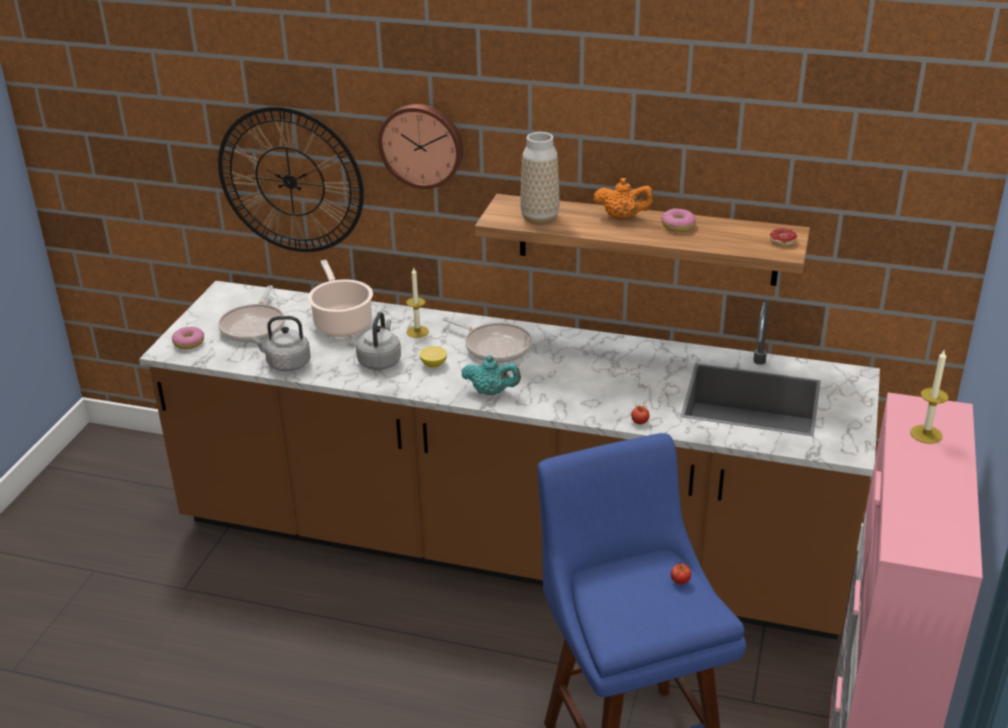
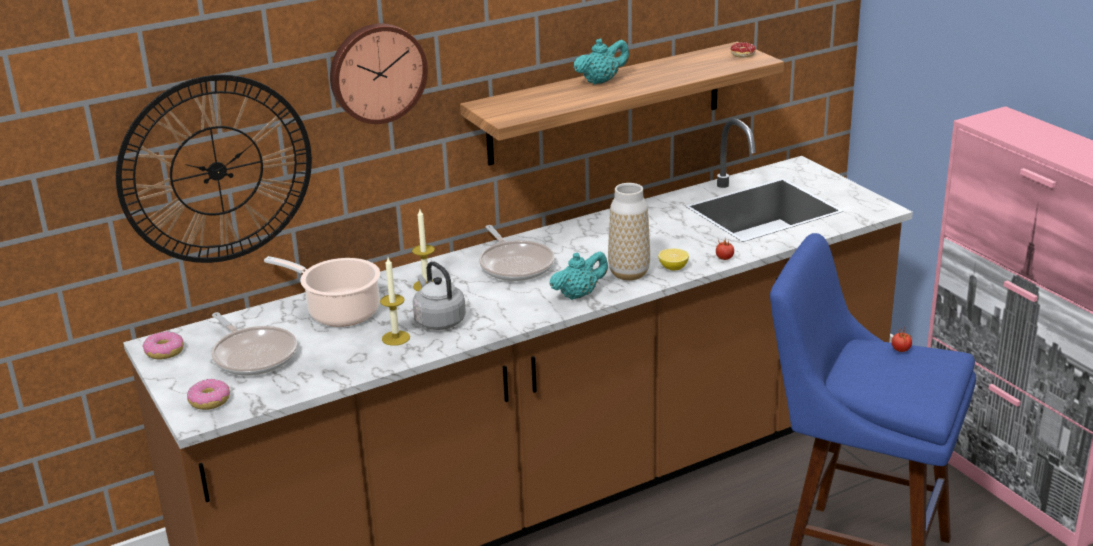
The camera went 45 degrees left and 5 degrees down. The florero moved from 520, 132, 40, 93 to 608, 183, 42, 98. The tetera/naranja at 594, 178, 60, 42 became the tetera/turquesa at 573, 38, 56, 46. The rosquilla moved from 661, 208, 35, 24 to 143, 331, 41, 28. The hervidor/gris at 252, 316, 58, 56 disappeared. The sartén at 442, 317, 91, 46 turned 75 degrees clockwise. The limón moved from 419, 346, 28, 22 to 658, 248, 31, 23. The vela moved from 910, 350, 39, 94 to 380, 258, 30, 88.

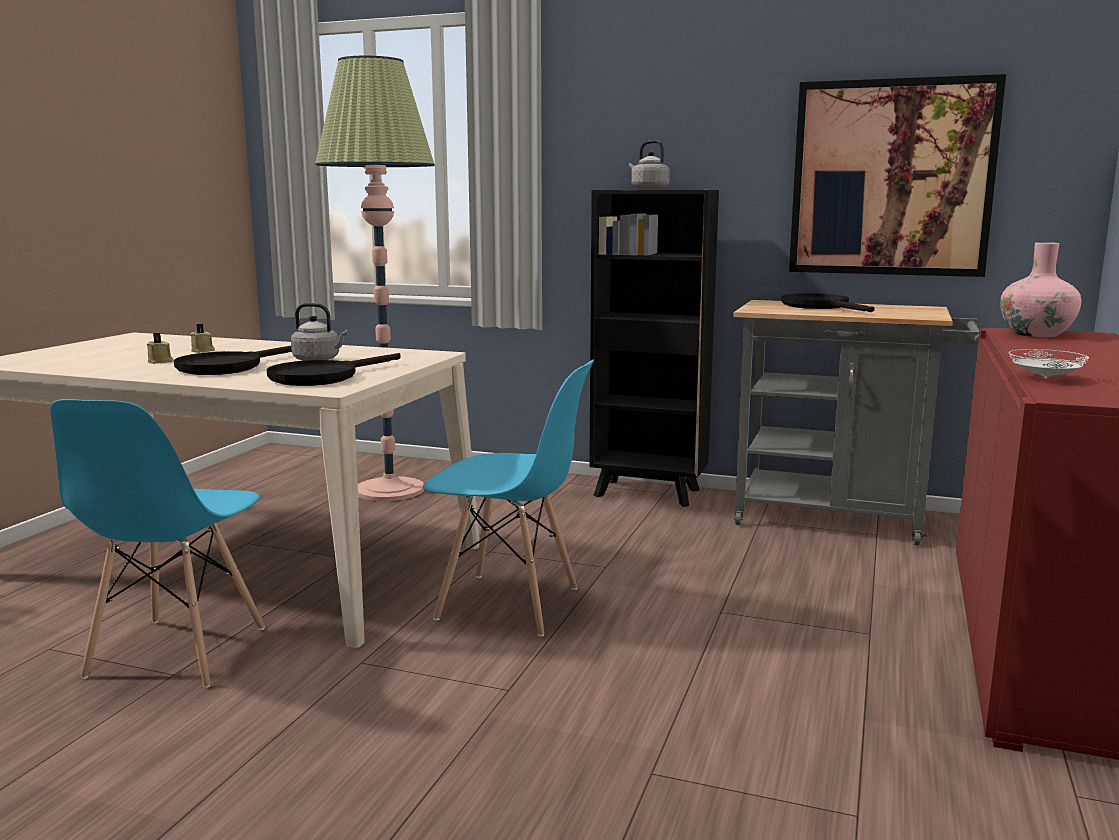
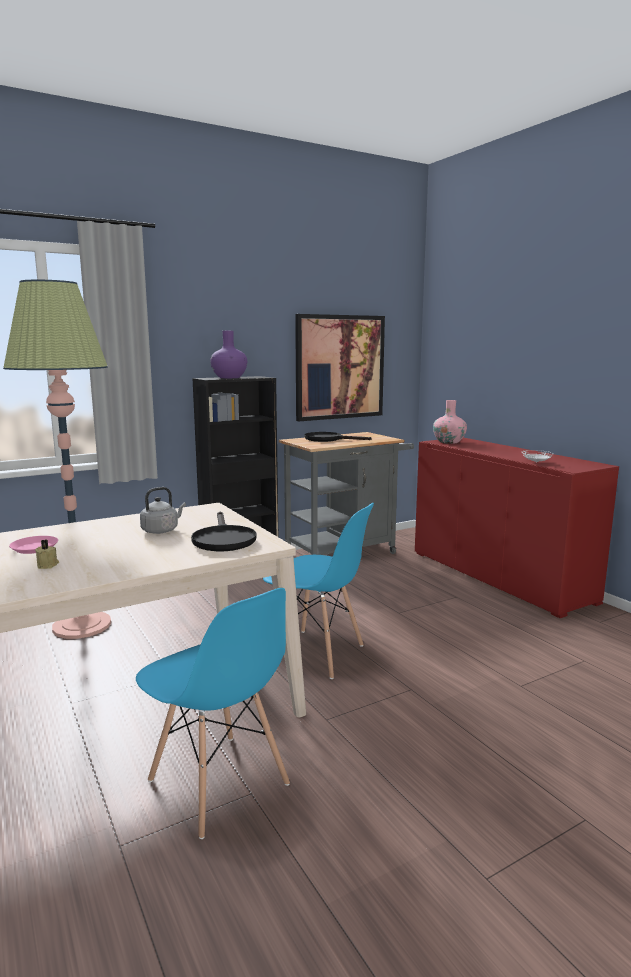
The camera went 50 degrees left and 0 degrees up. The hervidor/gris at 629, 140, 41, 50 was replaced by the florero/morado at 210, 331, 37, 47. The vela/beis at 190, 324, 25, 29 was replaced by the plato/rosa at 9, 536, 49, 18. The sartén/negro at 174, 346, 118, 29 disappeared. The silla/azul at 423, 360, 171, 277 turned 60 degrees clockwise.

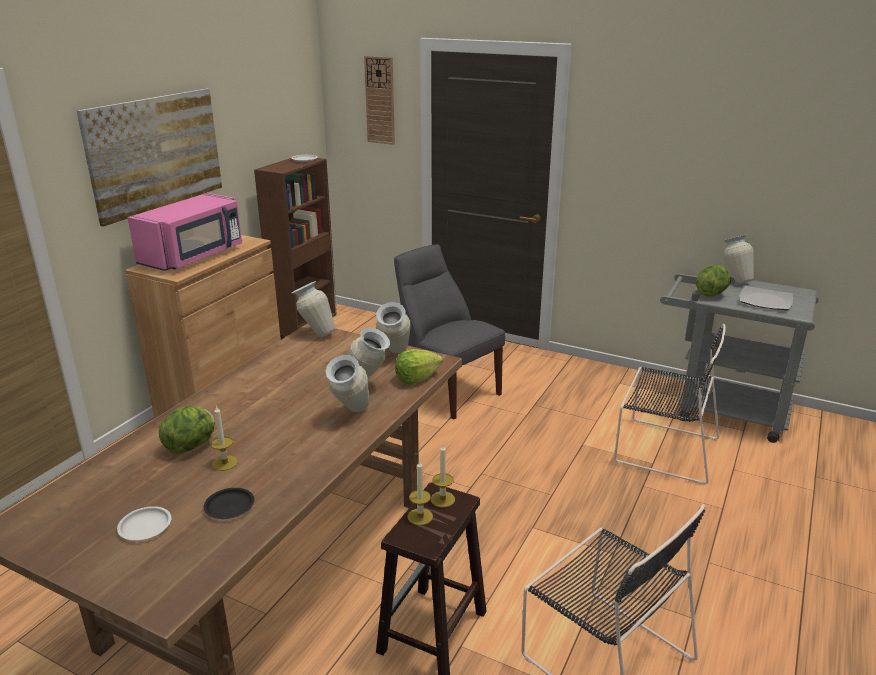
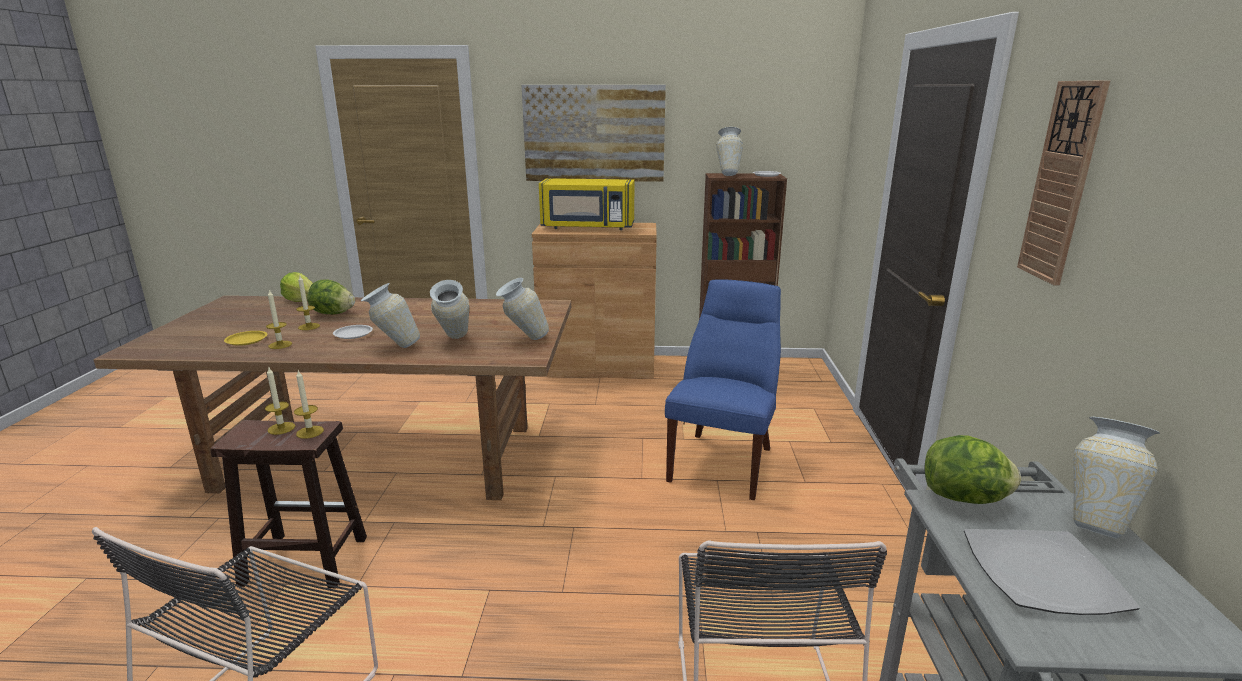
The camera went 65 degrees right and 5 degrees down. The reloj de pared moved from 364, 56, 31, 89 to 1017, 80, 93, 205. The microondas/rosa at 127, 193, 115, 78 became the microondas/amarillo at 539, 178, 95, 52. The silla/gris at 394, 244, 111, 175 became the silla/azul at 665, 279, 116, 221. The florero moved from 292, 281, 43, 56 to 716, 127, 27, 49. The lechuga moved from 395, 349, 48, 35 to 280, 272, 33, 30. The plato/negro at 204, 488, 50, 31 became the plato/amarillo at 224, 331, 43, 15. The plato/blanco moved from 117, 506, 54, 34 to 333, 325, 40, 14. The vela at 266, 289, 26, 60 appeared.

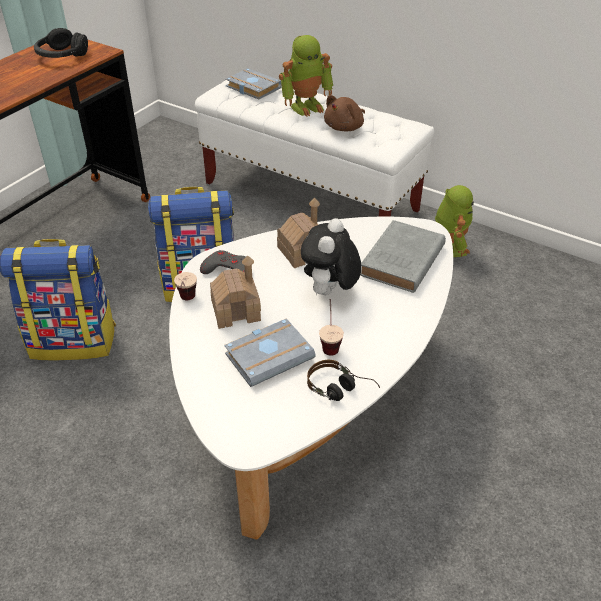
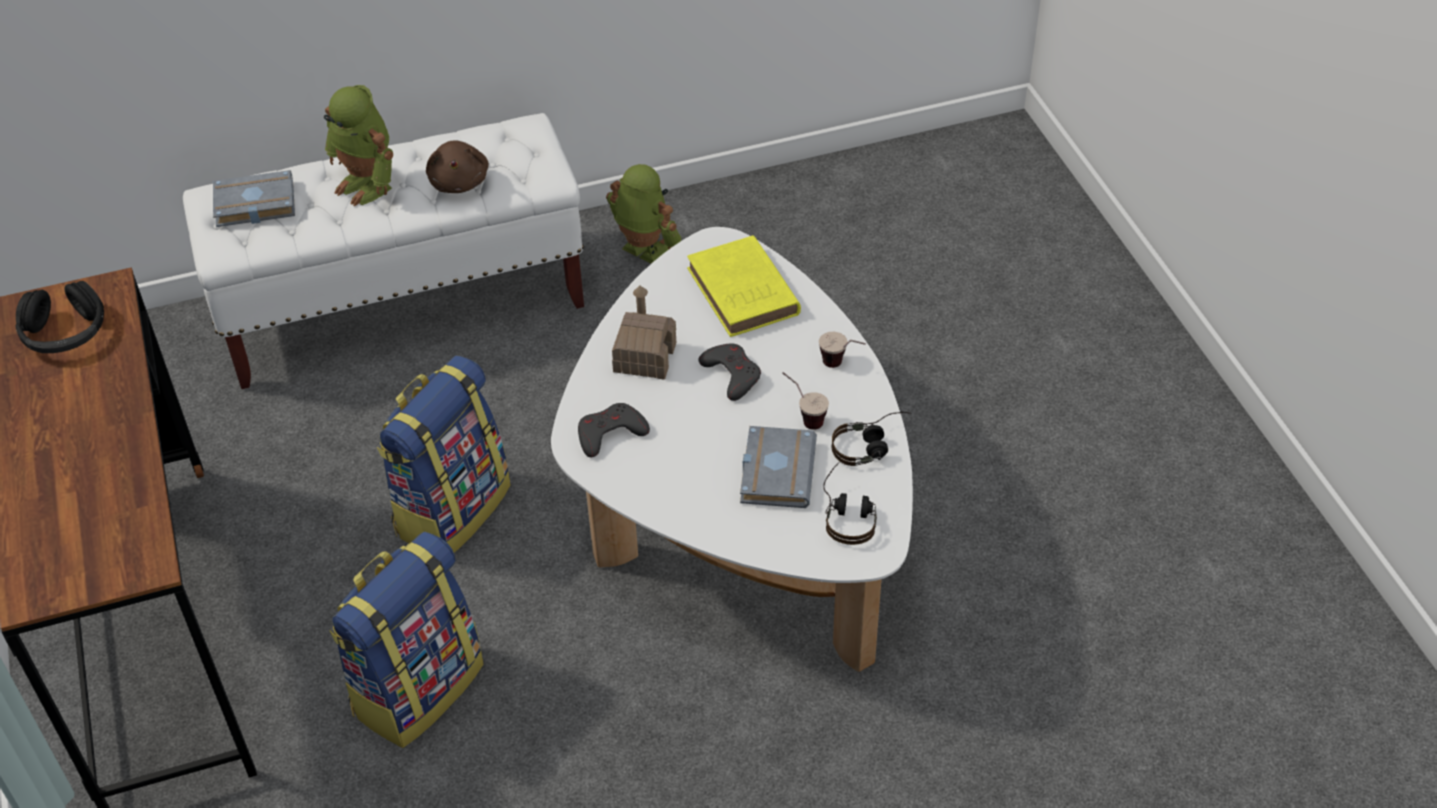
The camera went 50 degrees left and 5 degrees up. The robot de juguete at 279, 35, 54, 82 turned 120 degrees clockwise. The peluche at 301, 218, 60, 78 was replaced by the mando de consola/gris at 698, 343, 63, 58. The libro/gris at 360, 220, 86, 73 became the libro/amarillo at 687, 235, 114, 102. The casita at 210, 255, 51, 74 disappeared. The taza moved from 174, 272, 23, 28 to 819, 332, 47, 36. The auriculares at 823, 463, 54, 82 appeared.

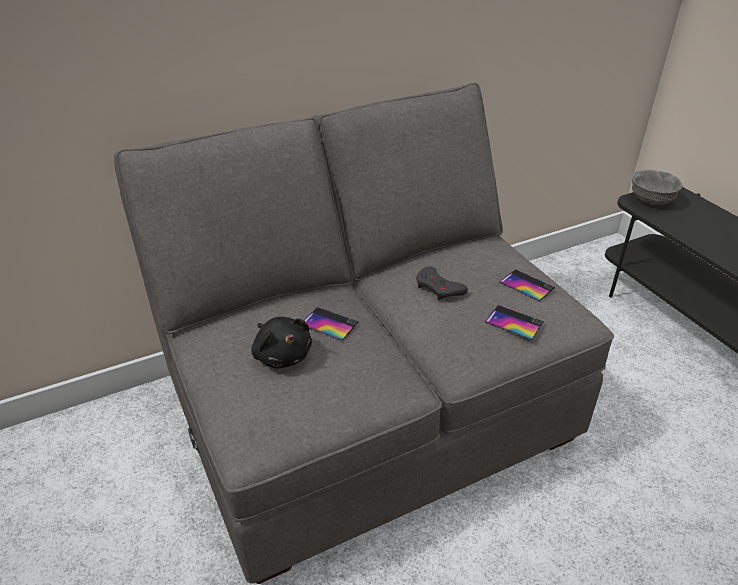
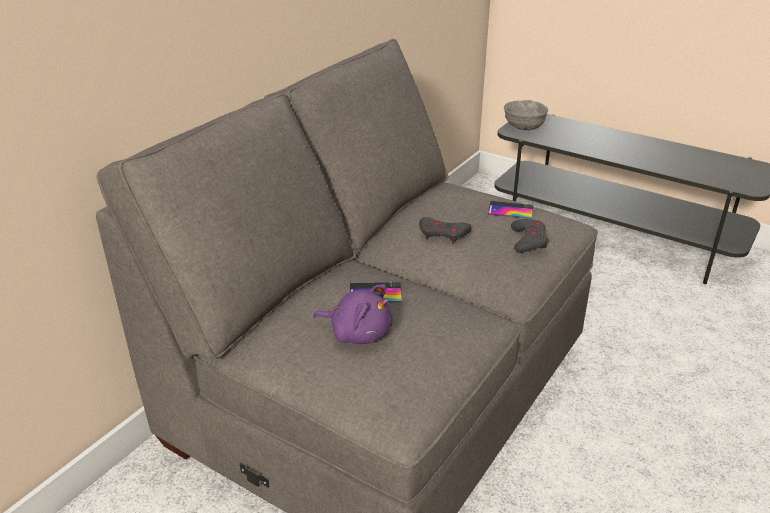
The camera went 30 degrees left and 5 degrees down. The móvil at 485, 305, 59, 35 was replaced by the mando de consola/gris at 511, 219, 37, 34. The peluche/negro at 251, 317, 61, 52 became the peluche/morado at 313, 284, 80, 60.

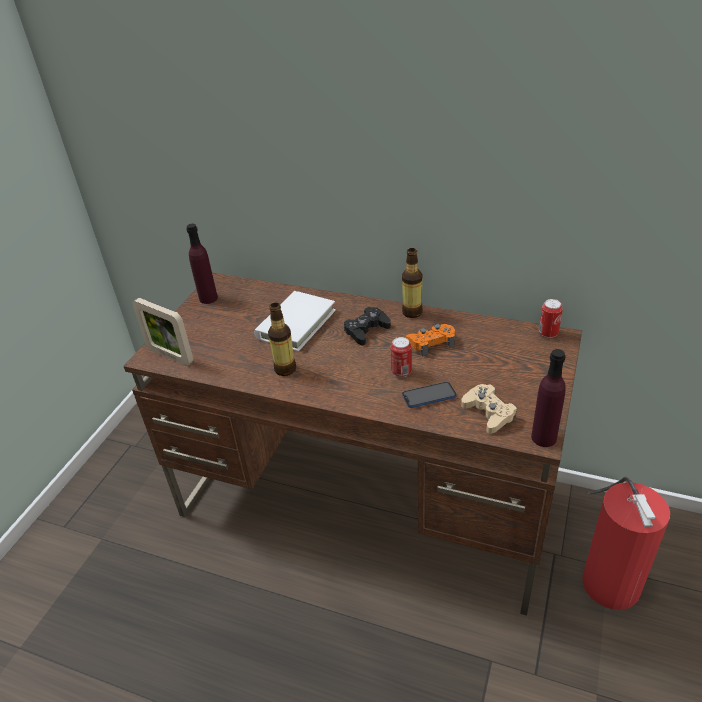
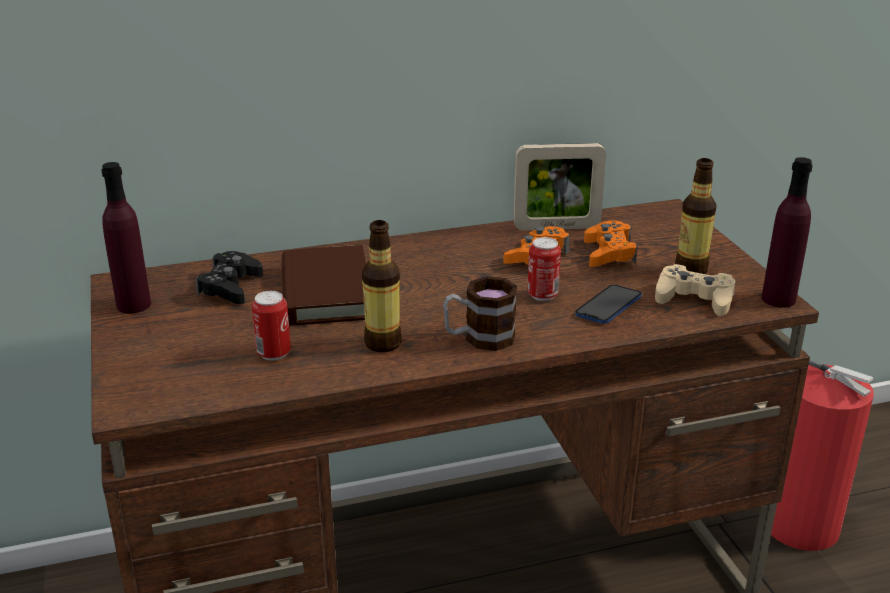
The camera went 40 degrees left and 10 degrees down. The botella moved from 402, 248, 21, 70 to 675, 158, 42, 116. The libro/blanco at 254, 291, 82, 61 became the libro/marrón at 282, 245, 84, 80. The portarretratos moved from 132, 298, 62, 68 to 513, 143, 93, 88. The lata moved from 539, 299, 24, 39 to 252, 291, 39, 70. The mando de consola/negro moved from 344, 307, 47, 38 to 196, 251, 67, 53. The mando de consola/naranja at 584, 221, 53, 46 appeared. The taza grande at 443, 276, 74, 75 appeared.

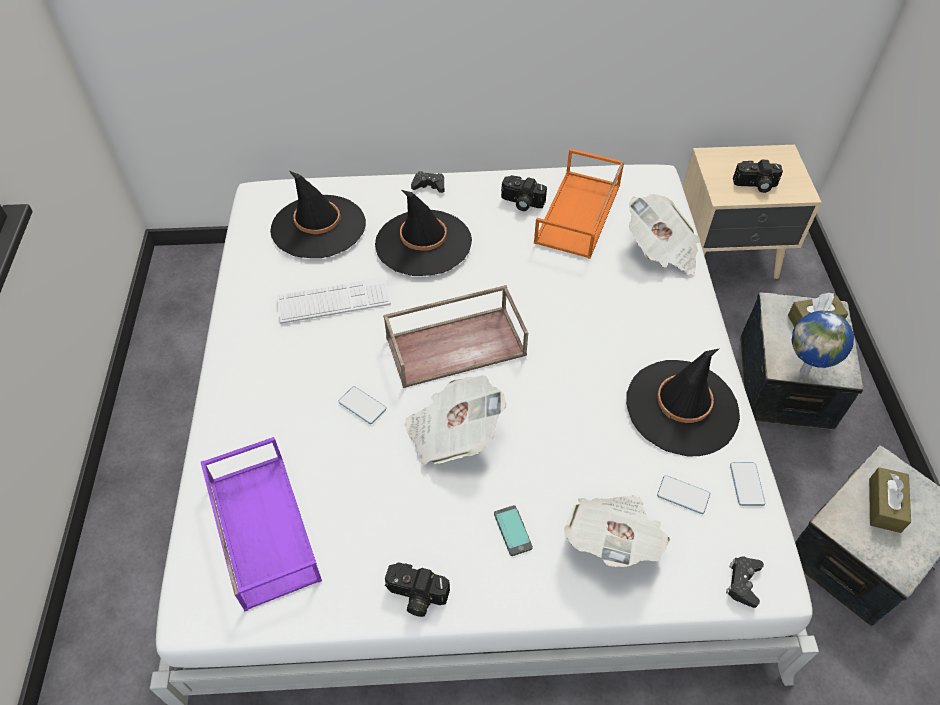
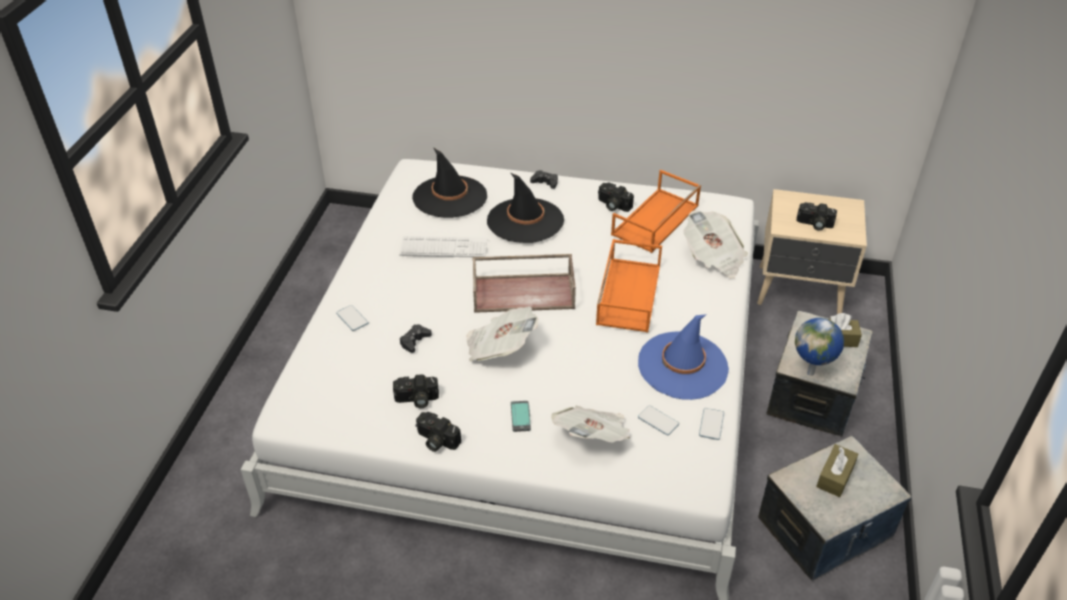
The camera went 15 degrees right and 10 degrees down. The sombrero/negro at 626, 348, 114, 108 became the sombrero/azul at 638, 314, 91, 86. The móvil moved from 338, 386, 48, 38 to 336, 305, 33, 26. The bandeja/morado at 201, 437, 121, 174 disappeared. The mando de consola/negro moved from 726, 556, 38, 52 to 400, 325, 32, 28. The bandeja/naranja at 596, 239, 66, 94 appeared. The cámara at 393, 374, 46, 34 appeared.

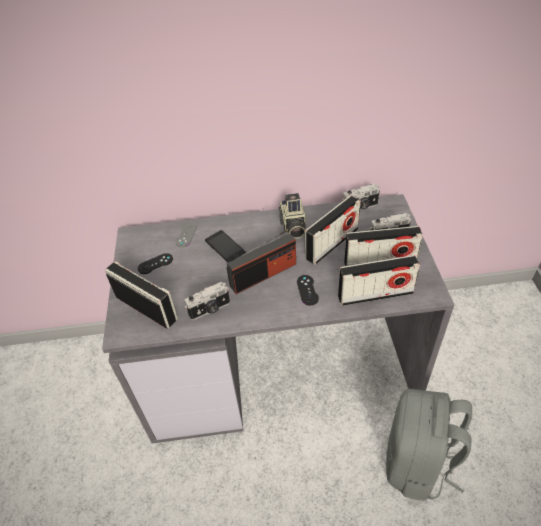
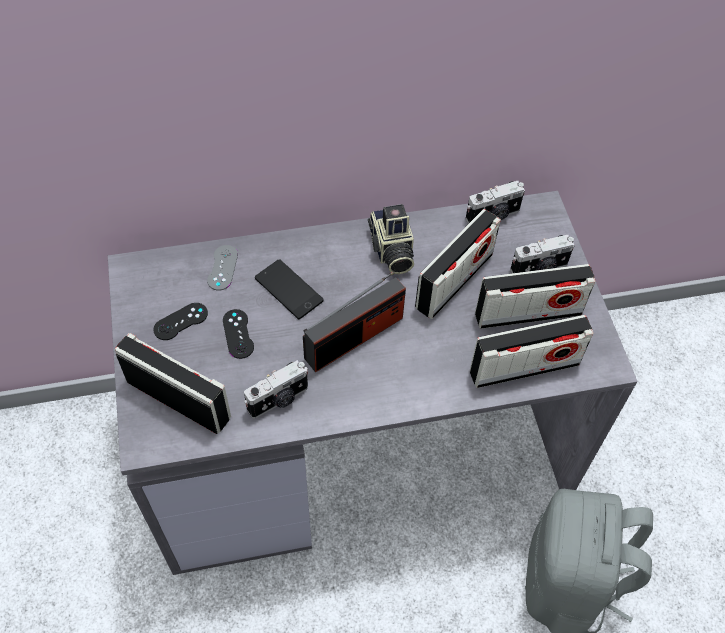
The camera went 10 degrees left and 10 degrees up. The mando de consola/negro moved from 297, 275, 22, 30 to 223, 309, 31, 50.

